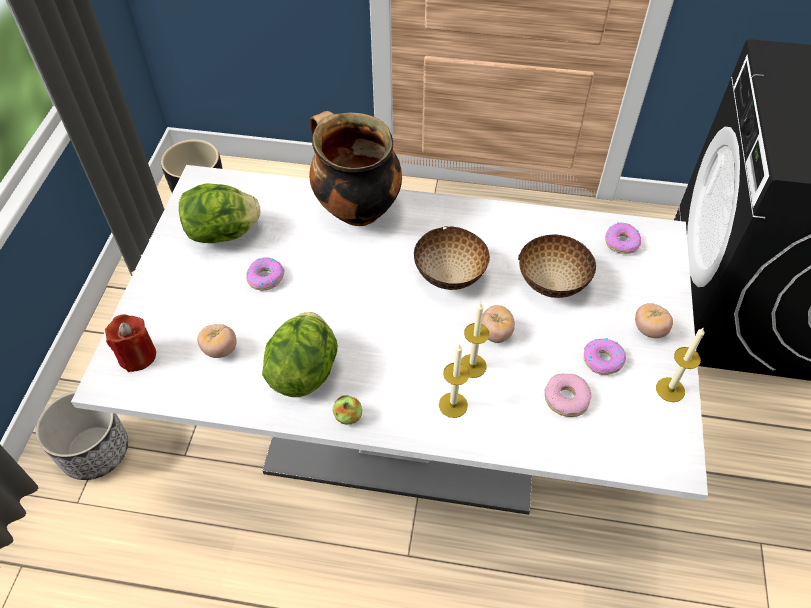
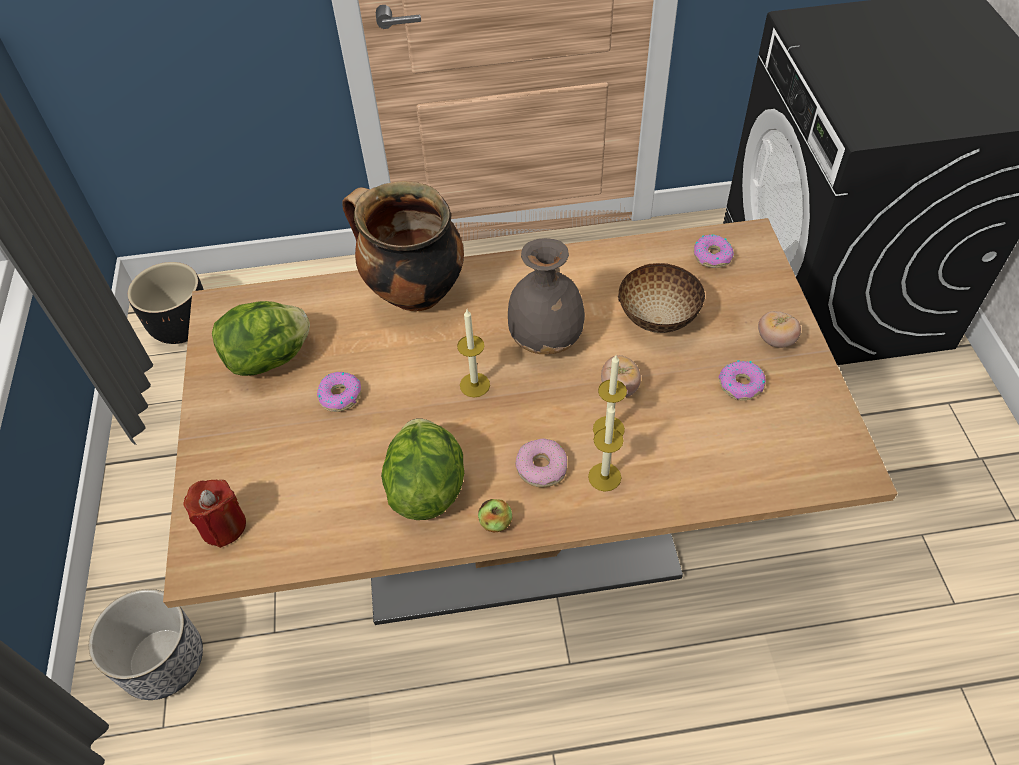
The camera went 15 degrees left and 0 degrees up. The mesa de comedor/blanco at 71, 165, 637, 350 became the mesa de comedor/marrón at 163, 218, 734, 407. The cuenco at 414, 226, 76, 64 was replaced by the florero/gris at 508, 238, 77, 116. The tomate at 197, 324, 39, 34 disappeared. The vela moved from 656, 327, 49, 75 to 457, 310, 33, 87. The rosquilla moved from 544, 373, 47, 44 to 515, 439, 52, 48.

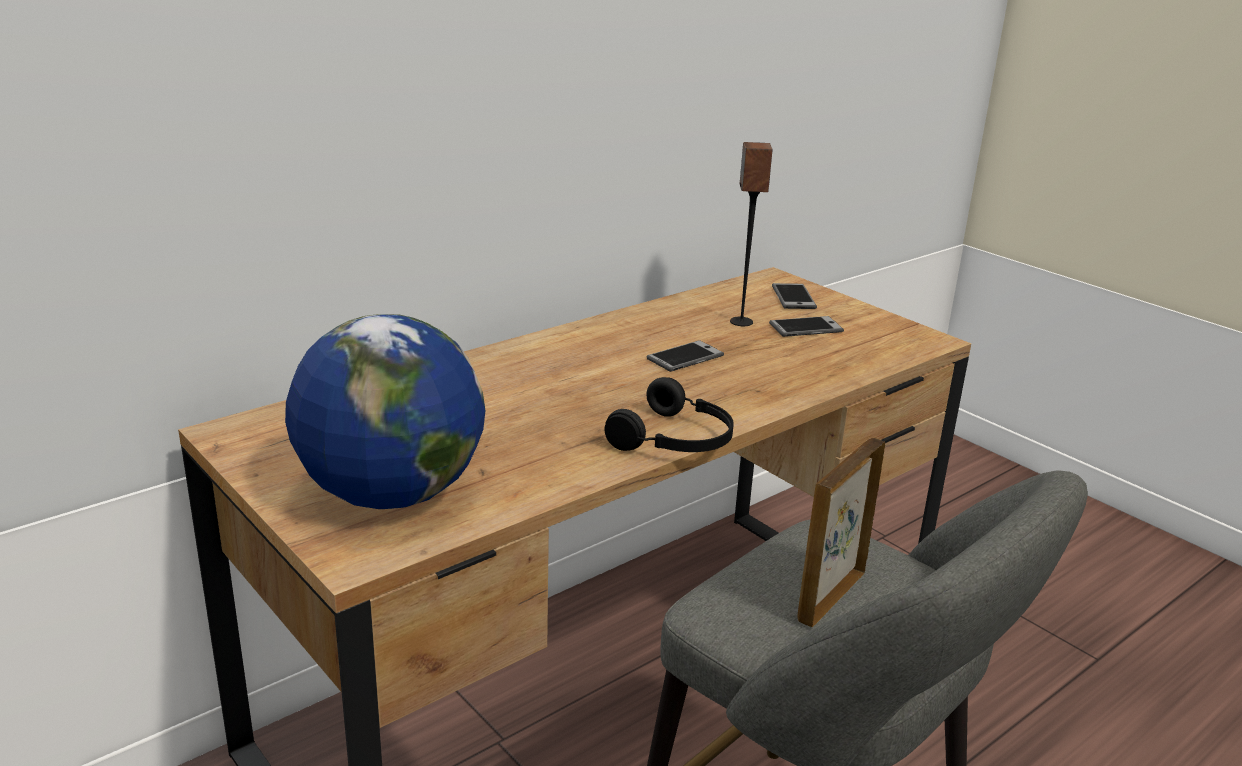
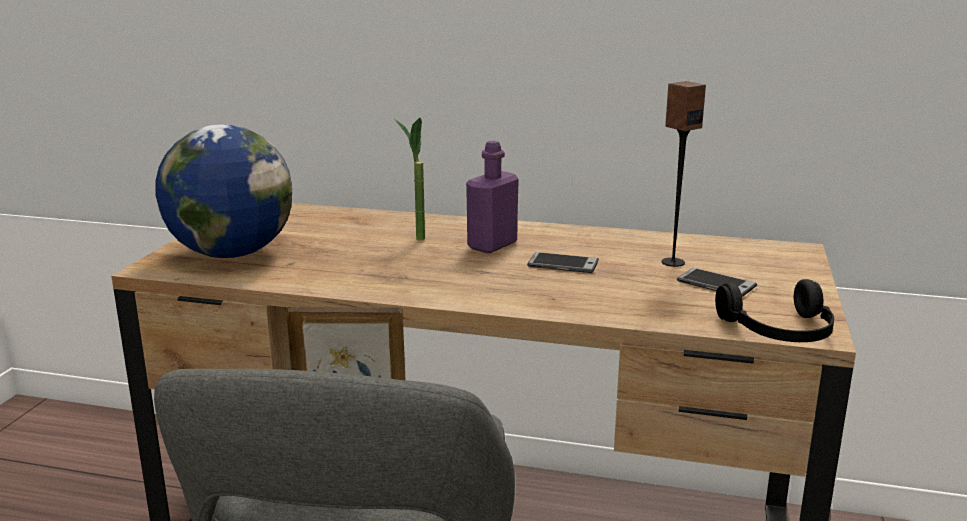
The camera went 55 degrees right and 5 degrees down. The móvil at 772, 283, 45, 26 disappeared. The auriculares/negro moved from 604, 377, 130, 75 to 715, 279, 119, 63. The planta en maceta at 395, 118, 30, 122 appeared. The botella/morado at 466, 141, 53, 112 appeared.

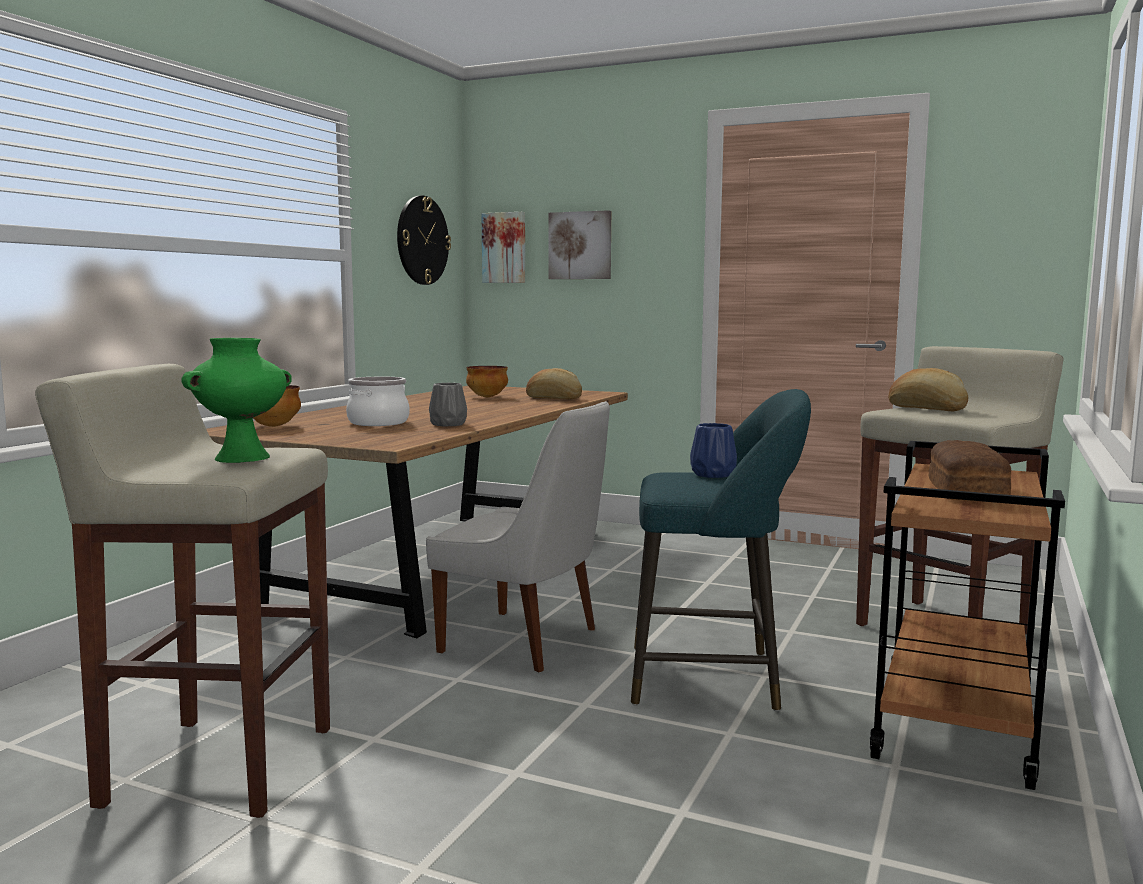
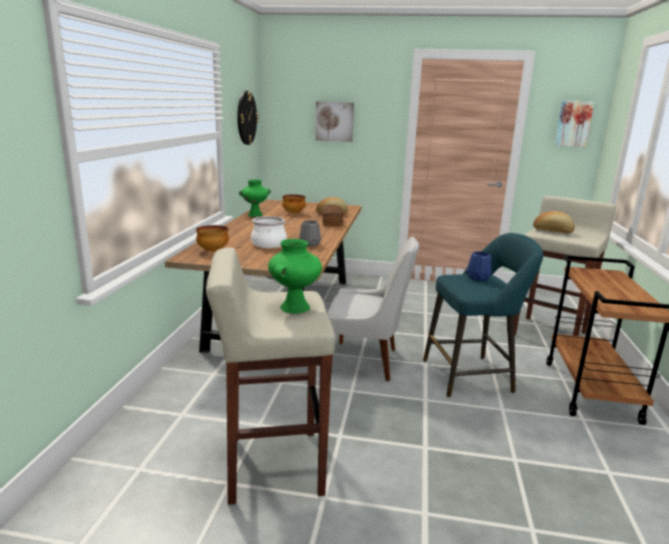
The camera went 15 degrees left and 10 degrees up. The cuadro moved from 482, 212, 43, 71 to 555, 100, 39, 47. The pan moved from 929, 440, 82, 62 to 322, 205, 21, 21. The florero/verde at 239, 179, 32, 38 appeared.

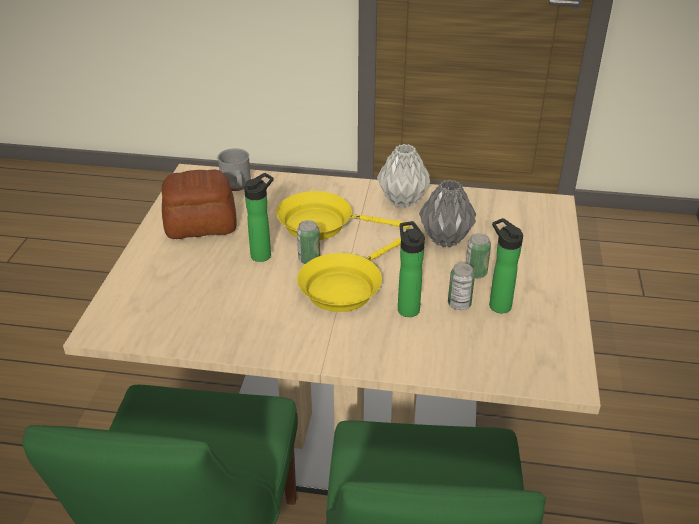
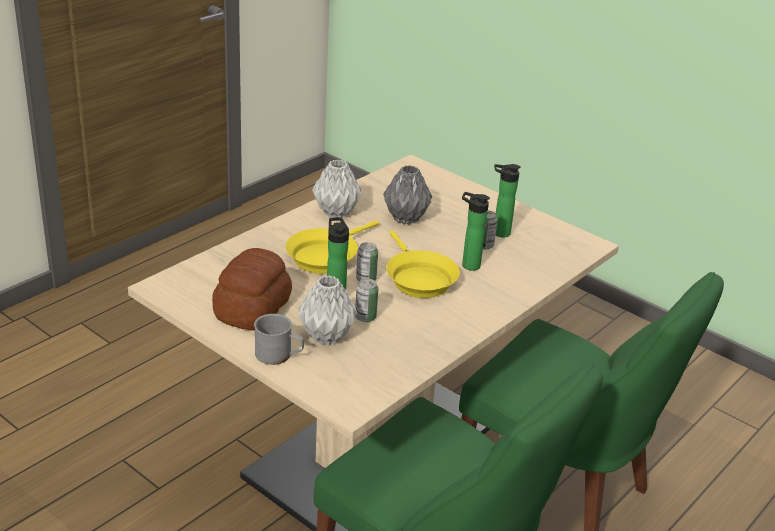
The camera went 60 degrees left and 5 degrees down. The taza grande/gris moved from 217, 149, 34, 42 to 254, 314, 50, 51. The lata moved from 466, 233, 25, 46 to 355, 279, 23, 43. The florero/gris at 298, 275, 59, 70 appeared.

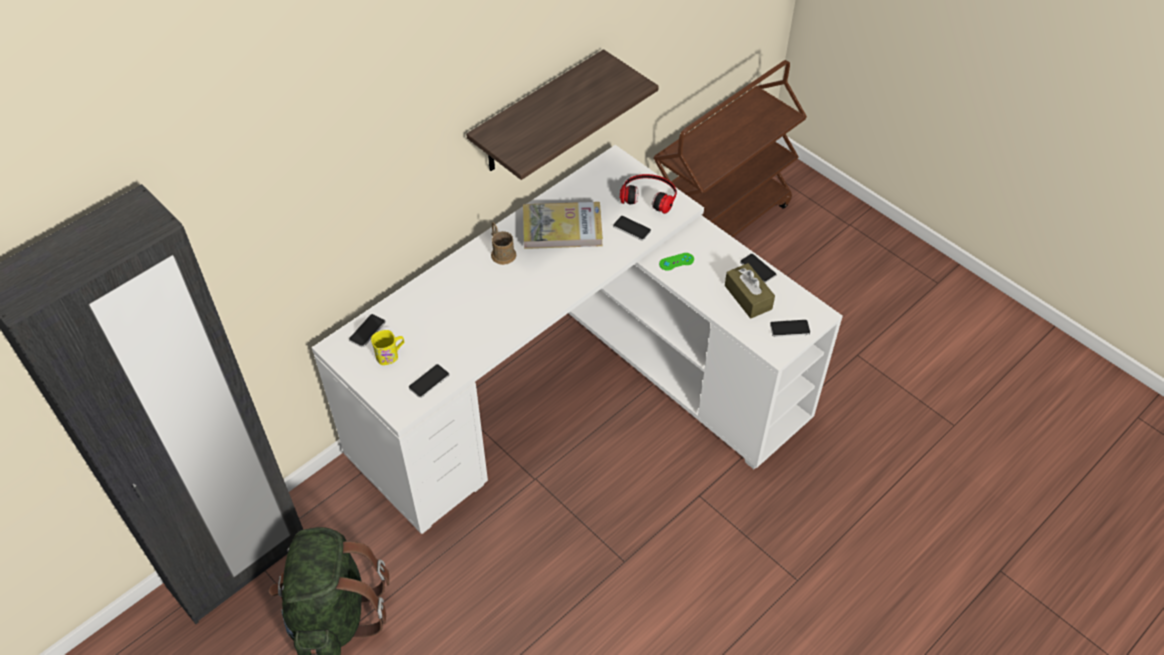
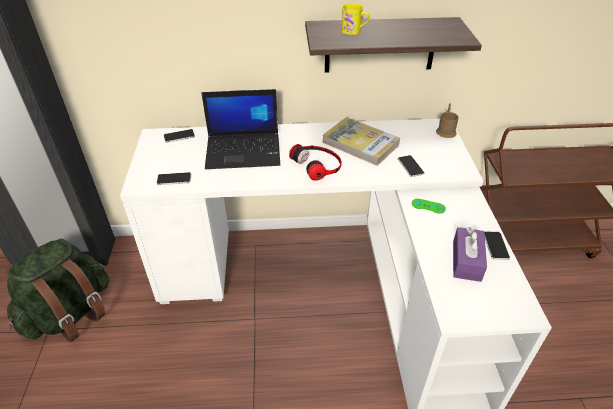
The camera went 40 degrees right and 10 degrees down. The auriculares moved from 620, 174, 57, 40 to 289, 144, 53, 37. The taza grande/marrón moved from 491, 222, 26, 43 to 436, 103, 23, 35. The caja de pañuelos/marrón at 725, 263, 50, 55 became the caja de pañuelos/morado at 453, 227, 34, 55. The móvil at 770, 320, 40, 17 disappeared. The taza grande/amarillo moved from 371, 330, 33, 35 to 342, 3, 27, 32. The portátil at 201, 89, 79, 80 appeared.

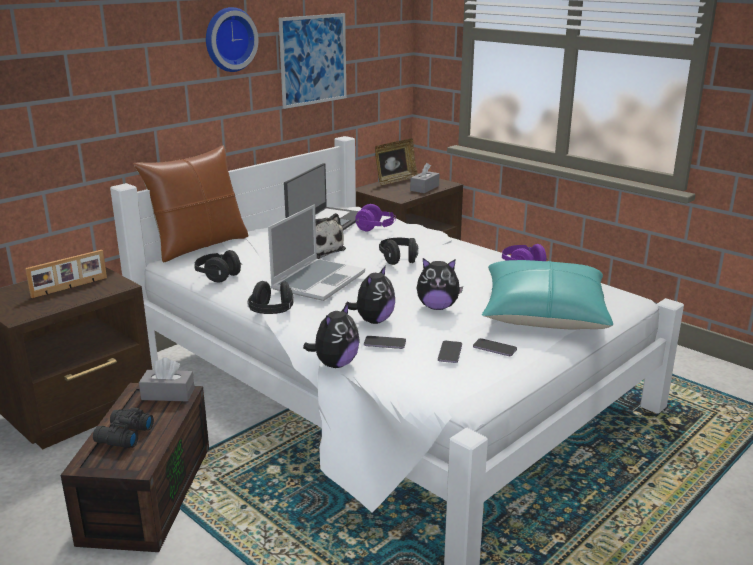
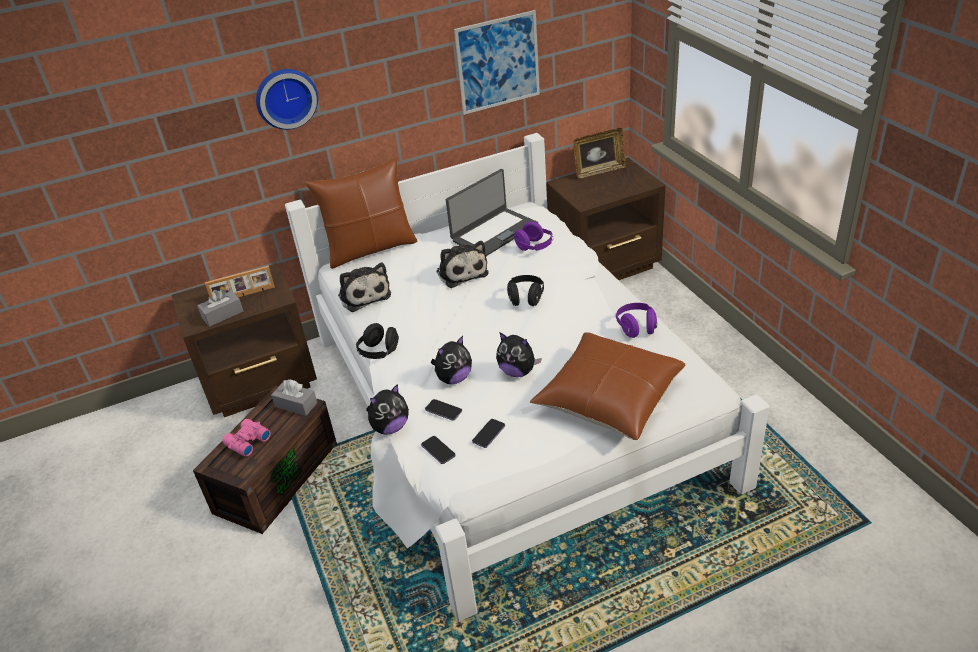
The camera went 25 degrees right and 15 degrees up. The reloj de pared moved from 206, 7, 52, 65 to 256, 69, 62, 61. The caja de pañuelos/gris moved from 410, 163, 29, 30 to 197, 289, 46, 38. The portátil at 268, 204, 97, 97 disappeared. The auriculares/negro at 194, 250, 48, 32 was replaced by the peluche at 338, 263, 53, 49. The cojín/turquesa at 482, 260, 131, 70 became the cojín/marrón at 530, 332, 156, 108. The móvil moved from 473, 338, 44, 18 to 421, 436, 35, 28. The prismáticos/negro at 93, 407, 61, 41 became the prismáticos/rosa at 222, 419, 49, 37.

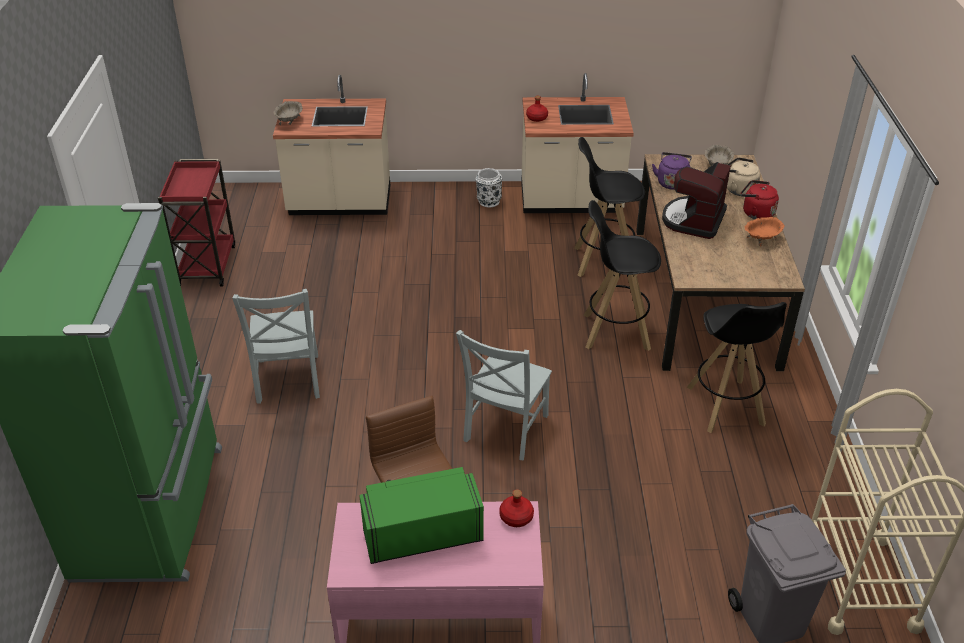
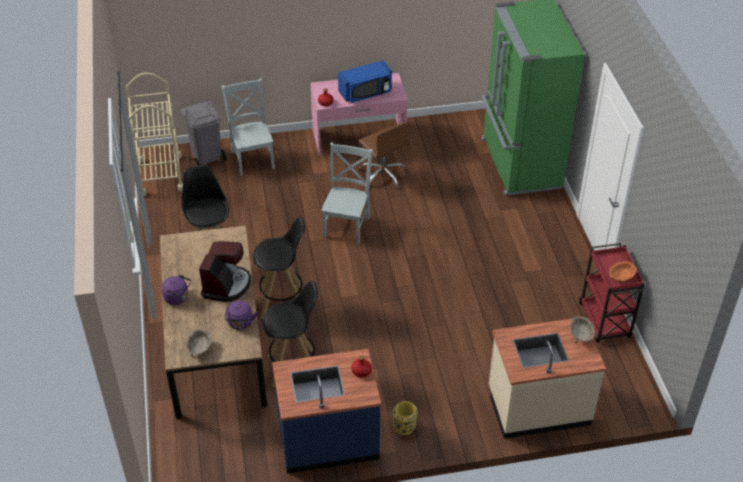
The camera went 170 degrees right and 5 degrees up. The mueble bajo de cocina/beis at 521, 73, 113, 140 became the mueble bajo de cocina/azul at 272, 349, 109, 125. The hervidor/beis at 727, 157, 33, 39 disappeared. The florero/blanco at 476, 168, 26, 39 became the florero/amarillo at 393, 401, 25, 34. The hervidor/rojo at 741, 180, 38, 39 became the hervidor/morado at 162, 275, 29, 30. The cuenco/naranja moved from 745, 217, 40, 29 to 609, 261, 28, 22. The silla/gris moved from 232, 289, 88, 115 to 222, 79, 53, 97. The microondas/verde at 359, 467, 125, 97 became the microondas/azul at 338, 60, 54, 43.

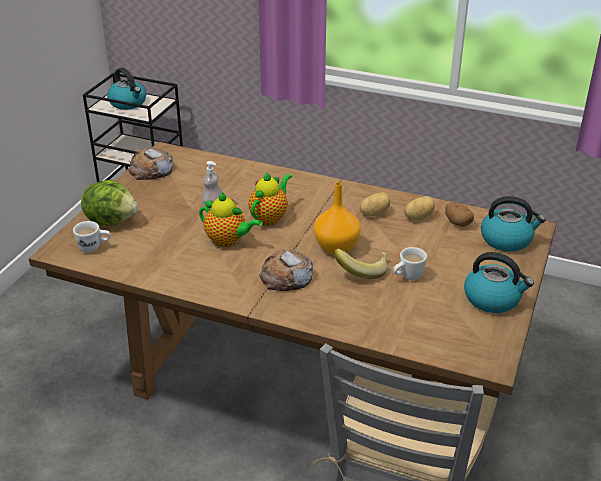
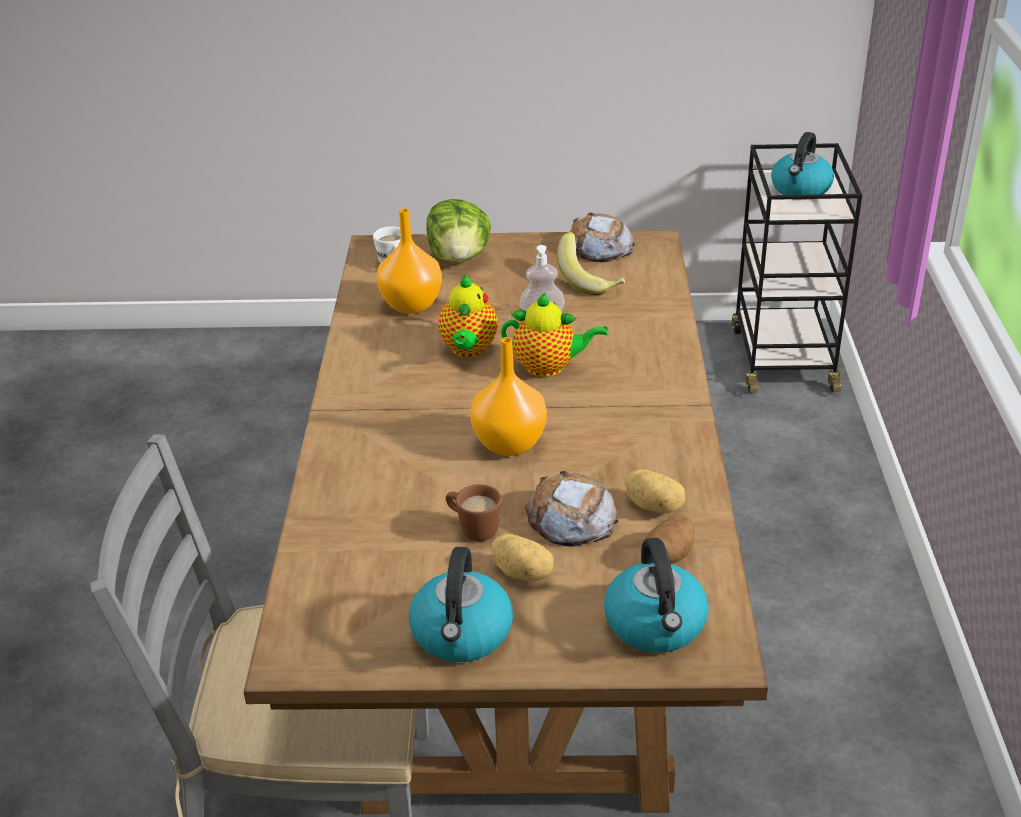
The camera went 70 degrees right and 0 degrees up. The patata moved from 359, 192, 31, 24 to 492, 534, 62, 47. The taza grande/blanco at 393, 247, 34, 33 became the taza grande/marrón at 446, 484, 56, 57. The pan moved from 259, 249, 54, 42 to 525, 471, 94, 75. The plátano moved from 334, 249, 54, 30 to 557, 232, 68, 63. The florero/naranja at 377, 208, 65, 106 appeared.

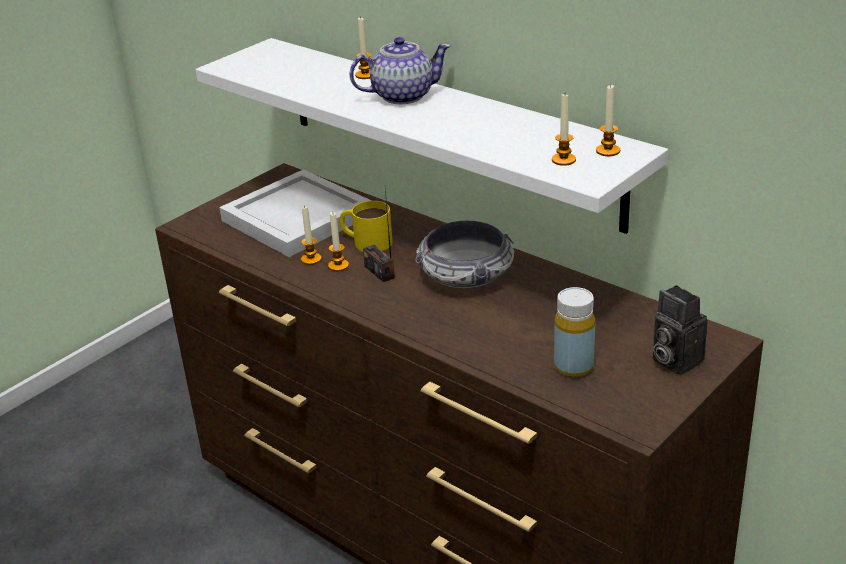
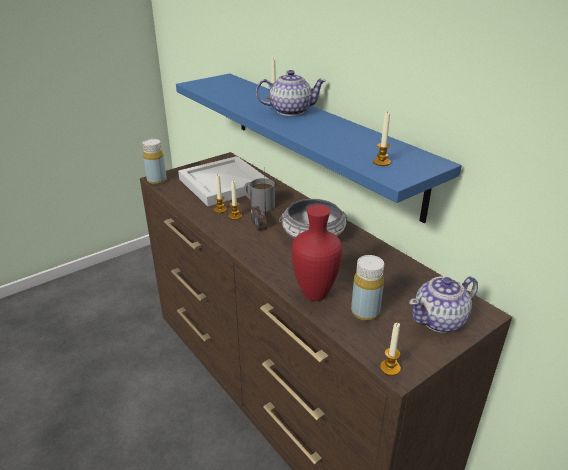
The camera went 10 degrees right and 0 degrees up. The estante/blanco at 196, 38, 472, 196 became the estante/azul at 176, 73, 286, 150. The vela moved from 596, 84, 24, 72 to 380, 323, 21, 53. The taza grande/amarillo at 339, 201, 54, 51 became the taza grande/gris at 244, 178, 31, 34. The cámara at 653, 285, 54, 90 was replaced by the tetera at 409, 276, 69, 57. The botella/amarillo at 142, 139, 25, 46 appeared. The florero/rojo at 292, 205, 50, 96 appeared.

